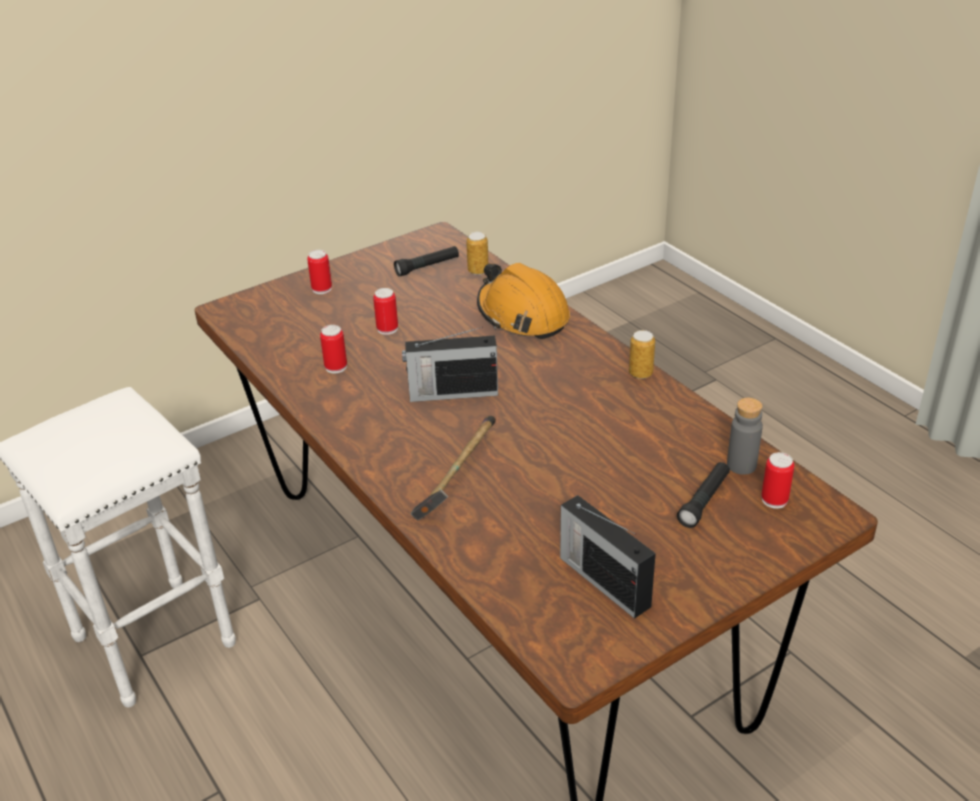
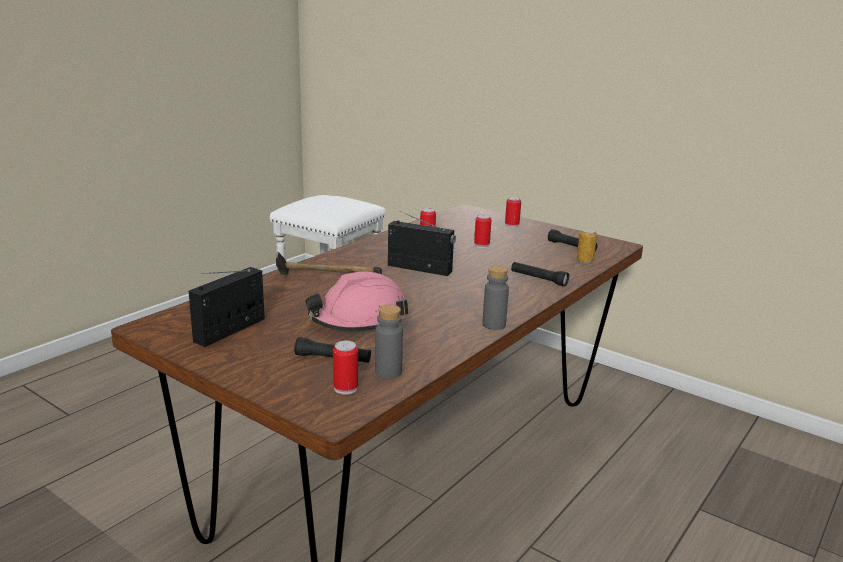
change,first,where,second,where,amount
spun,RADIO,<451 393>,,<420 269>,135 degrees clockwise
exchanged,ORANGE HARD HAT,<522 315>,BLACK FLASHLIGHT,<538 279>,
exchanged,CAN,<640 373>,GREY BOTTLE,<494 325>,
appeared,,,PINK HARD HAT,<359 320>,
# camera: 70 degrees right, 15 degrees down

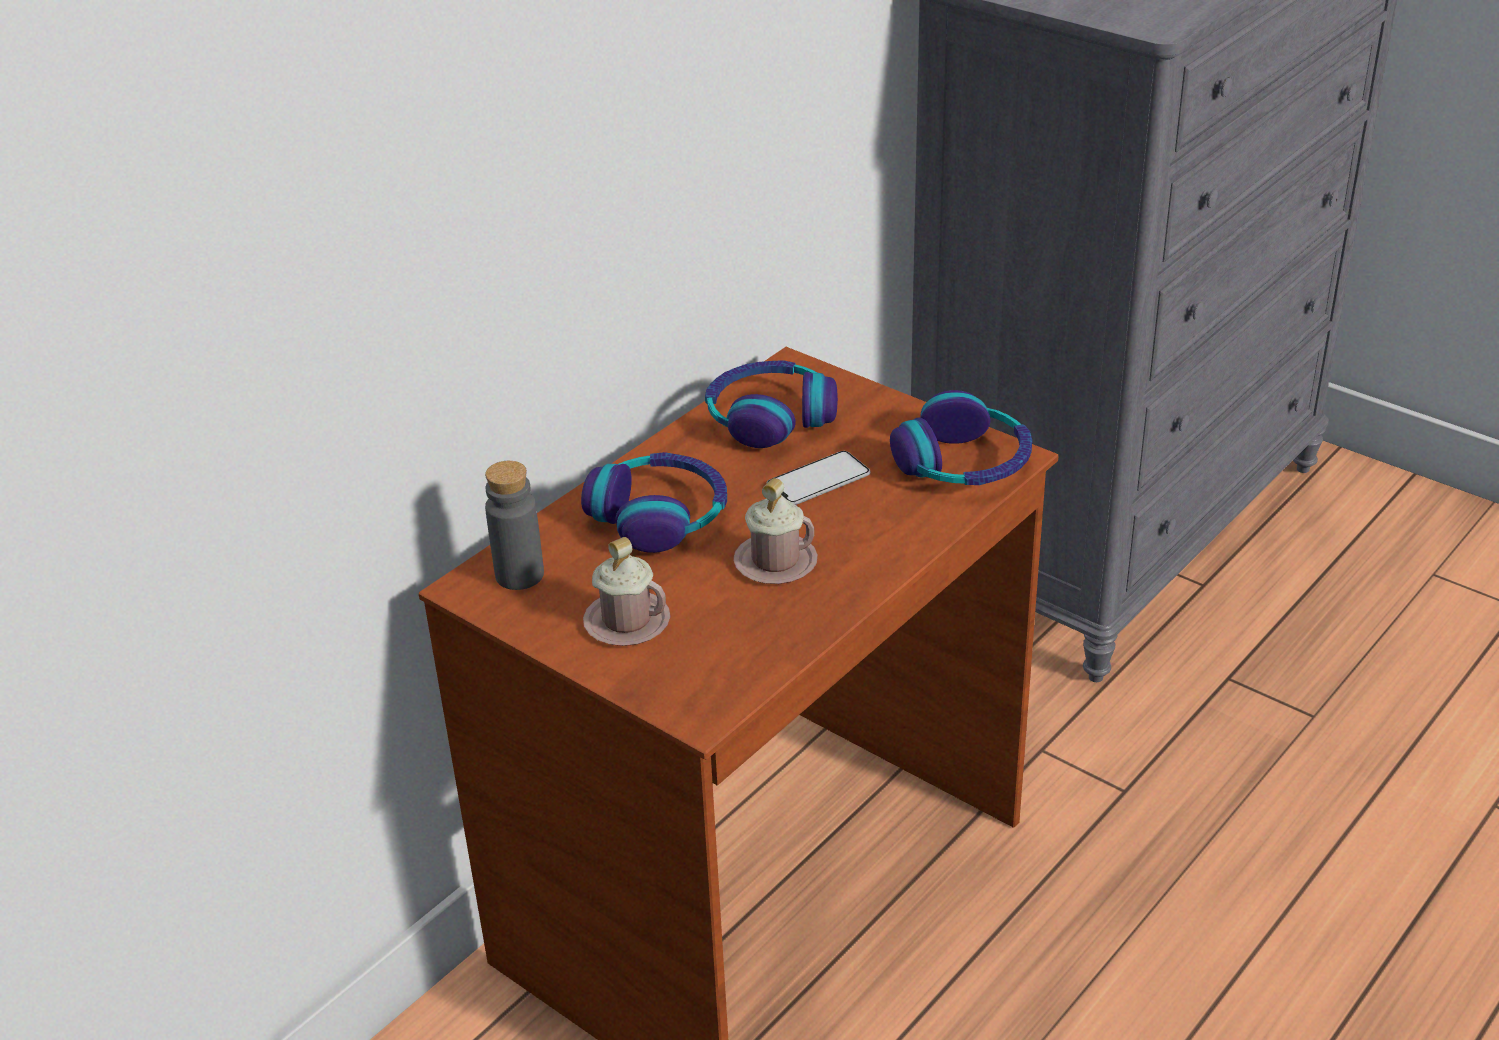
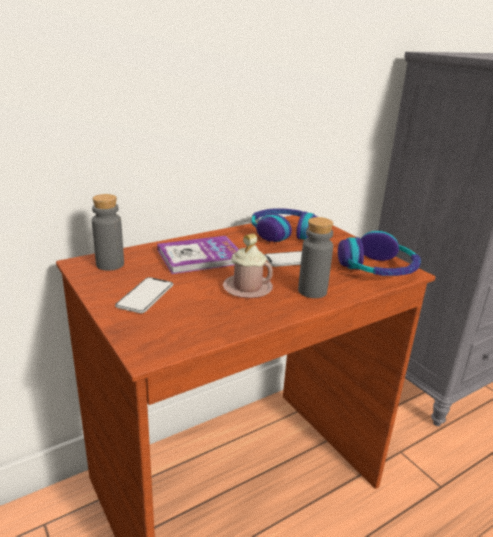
change,first,where,second,where,amount
exchanged,HEADPHONES,<659 516>,BOOK,<200 257>,
exchanged,PINK MUG,<627 622>,PHONE,<145 296>,
appeared,,,GREY BOTTLE,<312 291>,
# camera: 15 degrees right, 10 degrees down

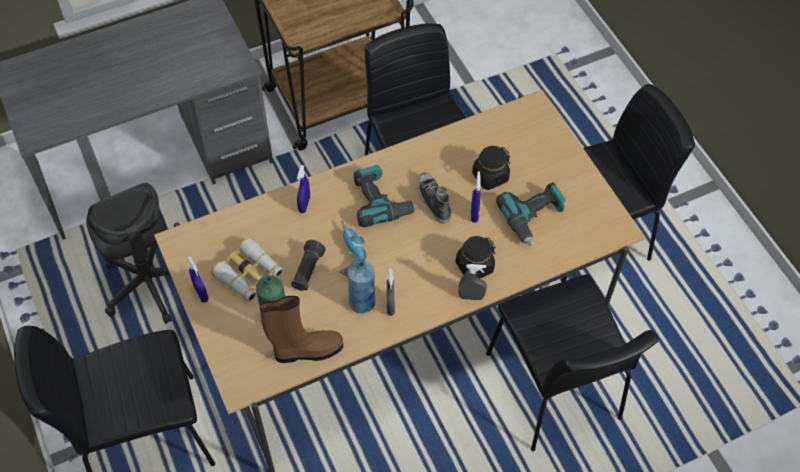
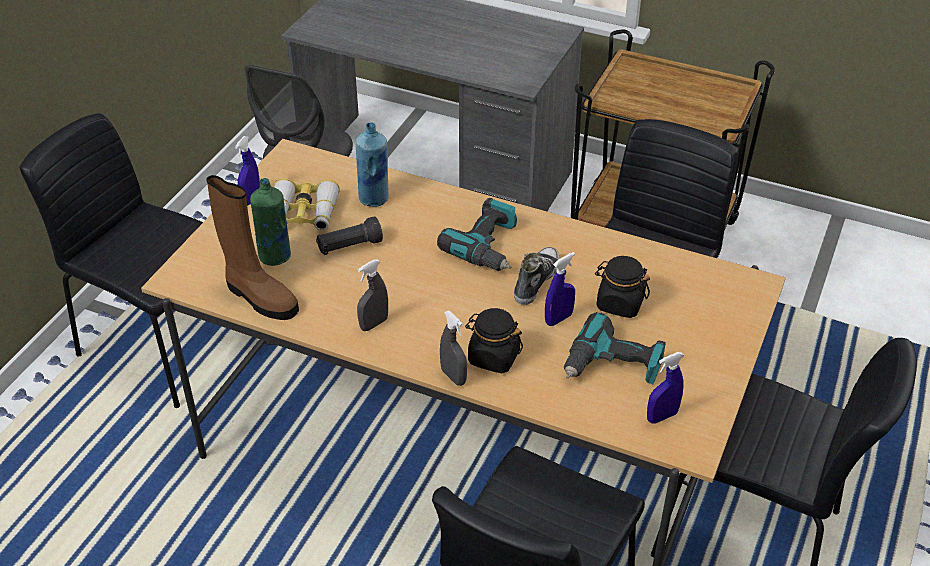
change,first,where,second,where,amount
relocated,BLUE SPRAY BOTTLE,<304 204>,,<662 416>,
missing,POWER DRILL,<348 253>,,,
relocated,BLUE BOTTLE,<362 303>,,<374 199>,
# camera: 50 degrees right, 15 degrees down

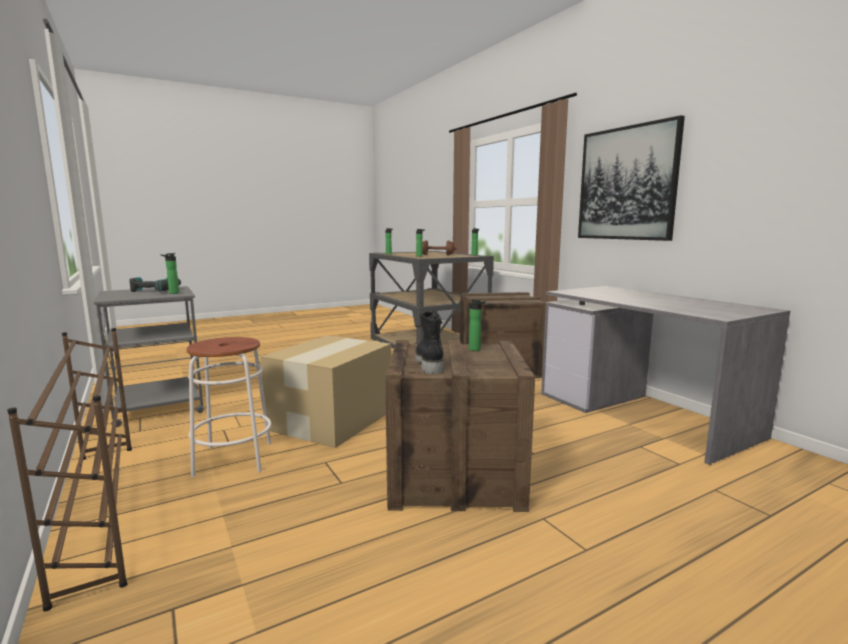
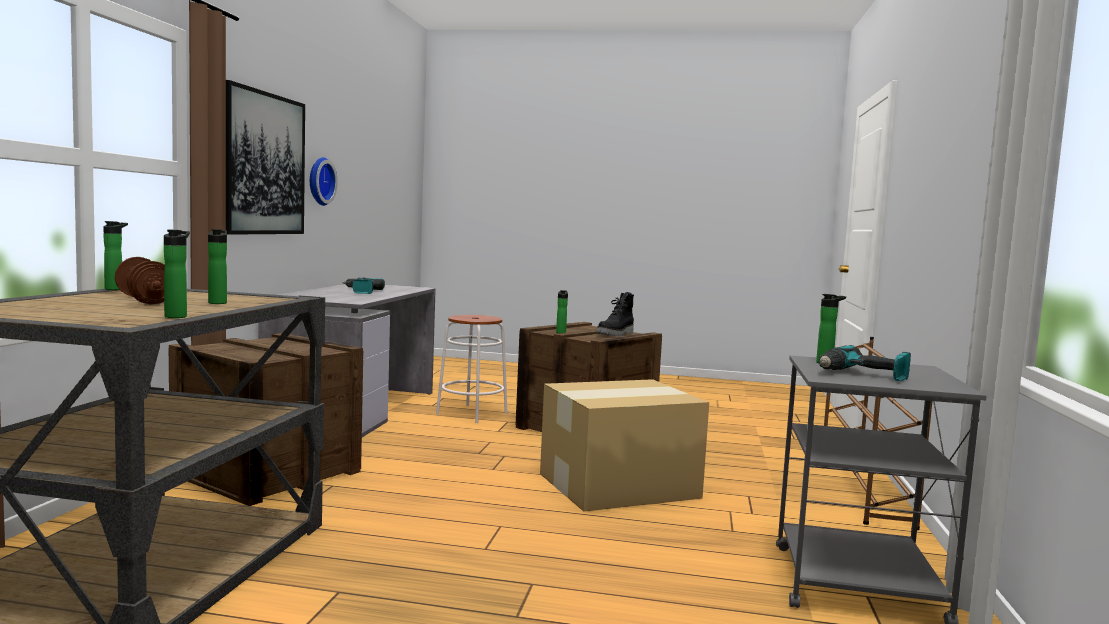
change,first,where,second,where,amount
relocated,WHITE STOOL,<233 458>,,<472 413>,
appeared,,,WALL CLOCK,<319 181>,
appeared,,,POWER DRILL,<361 291>,
# camera: 140 degrees left, 5 degrees down

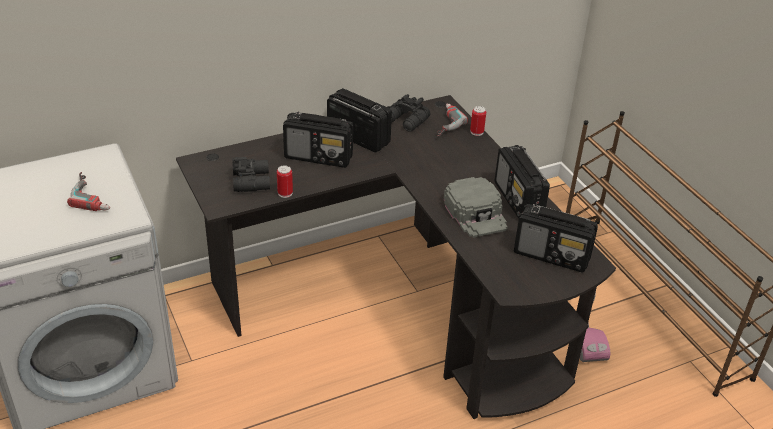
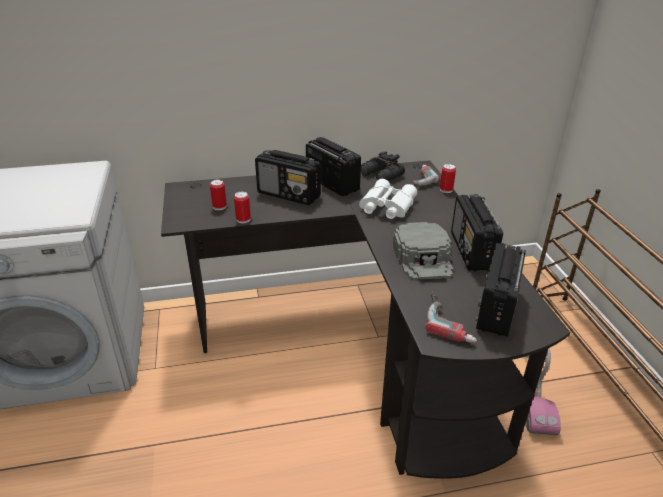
change,first,where,second,where,amount
relocated,POWER DRILL,<94 195>,,<451 321>,
exchanged,BLACK BINOCULARS,<252 180>,CAN,<219 207>,
spun,RADIO,<552 255>,,<496 309>,75 degrees clockwise
appeared,,,WHITE BINOCULARS,<386 206>,
# camera: 15 degrees right, 5 degrees down

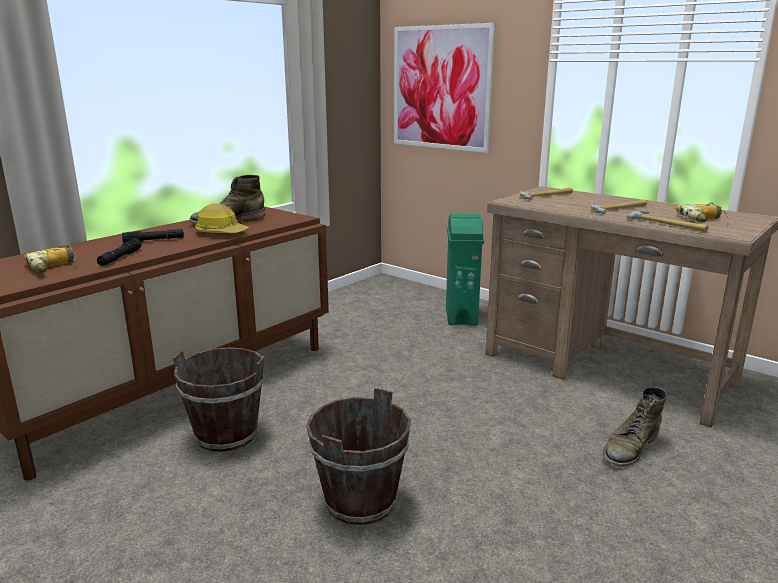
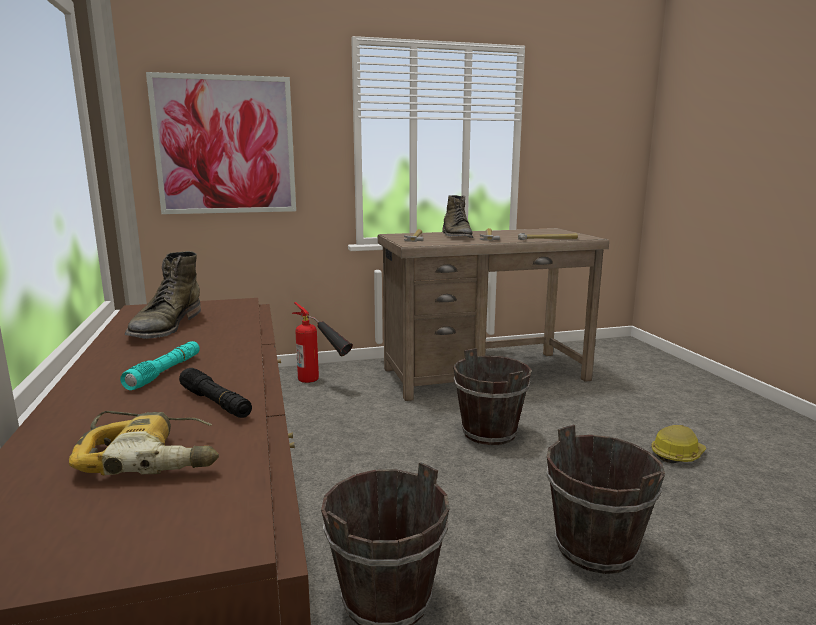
change,first,where,second,where,amount
colour,BLACK FLASHLIGHT,<154 241>,TURQUOISE FLASHLIGHT,<165 372>,
relocated,HARD HAT,<221 233>,,<677 454>,
exchanged,GREEN TRASH CAN,<461 316>,FIRE EXTINGUISHER,<322 383>,
relocated,GREEN BOOT,<630 447>,,<456 236>,
missing,POWER DRILL,<702 219>,,,
appeared,,,BROWN BUCKET,<490 432>,
# camera: 55 degrees left, 5 degrees down

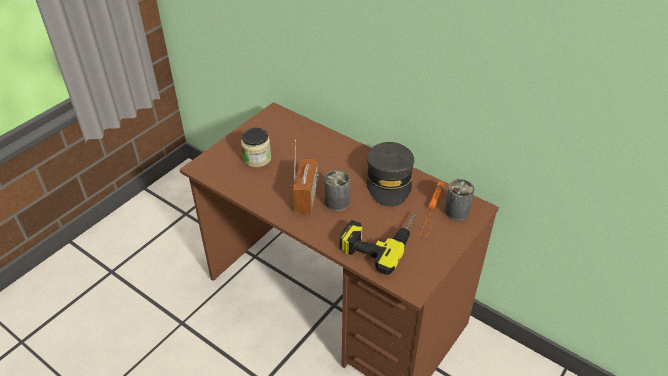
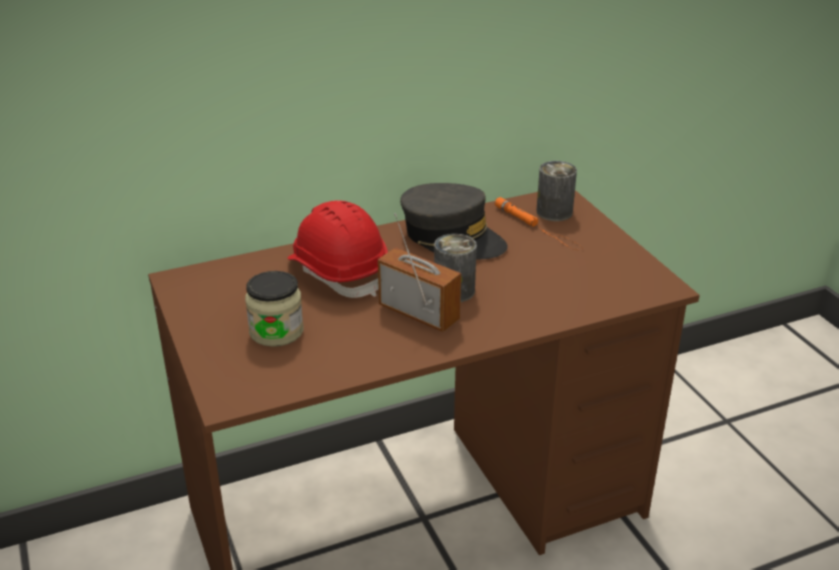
change,first,where,second,where,amount
missing,POWER DRILL,<379 238>,,,
appeared,,,RED HARD HAT,<338 272>,
# camera: 60 degrees left, 10 degrees down

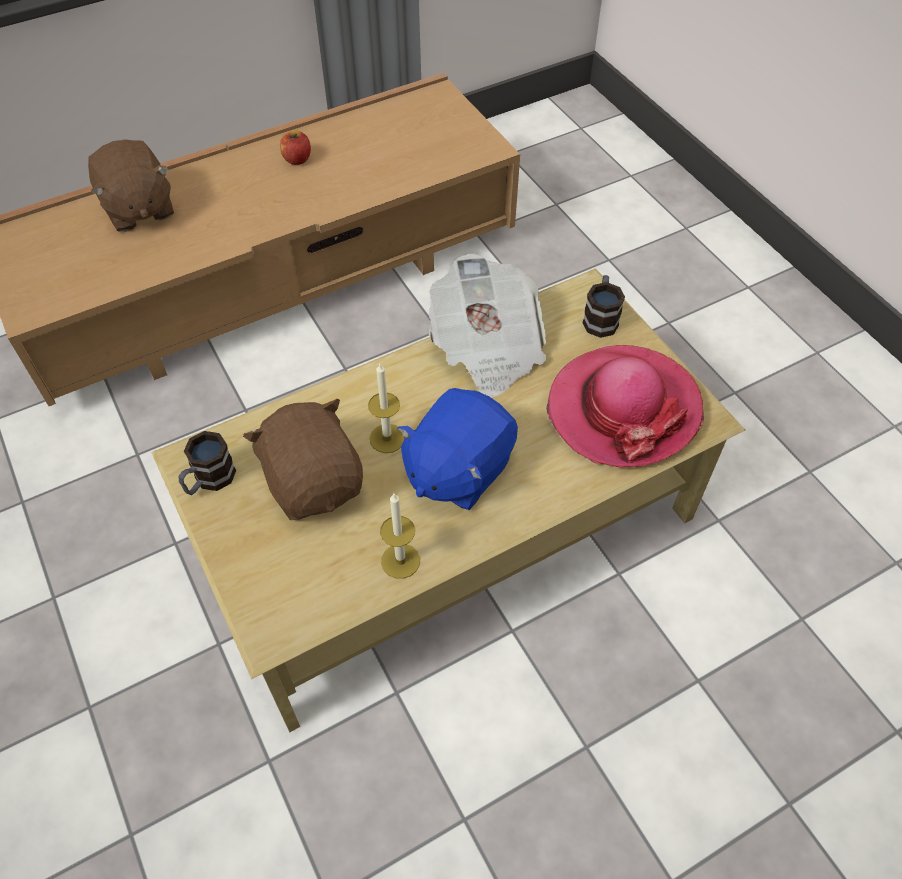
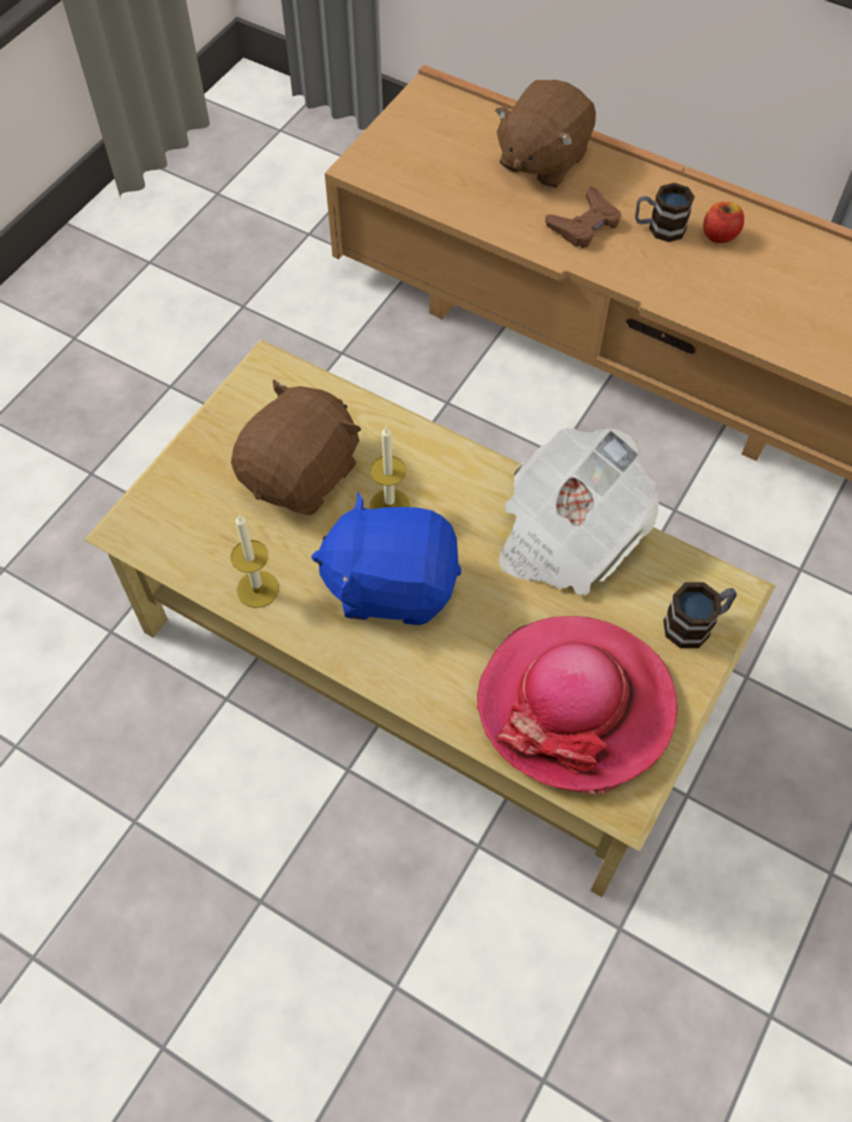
change,first,where,second,where,amount
relocated,MUG,<209 480>,,<659 228>,
appeared,,,BROWN GAME CONTROLLER,<584 224>,
# camera: 60 degrees right, 5 degrees up

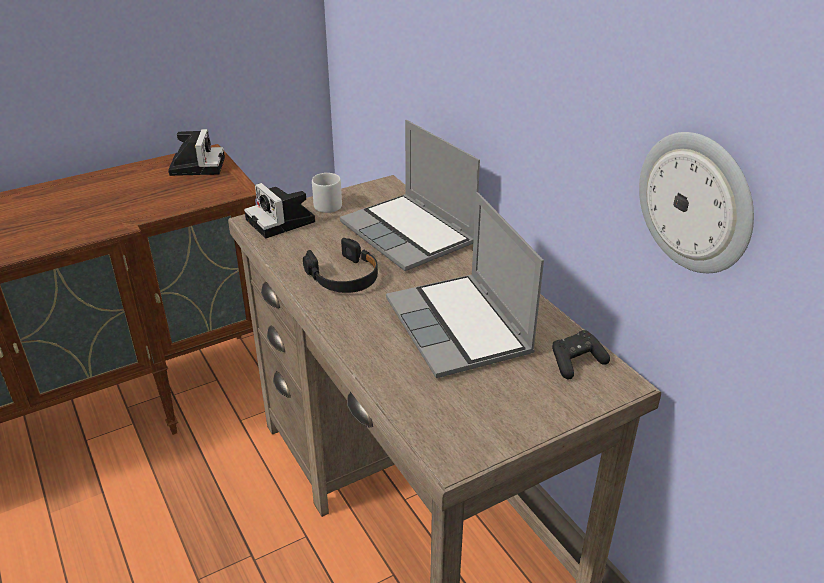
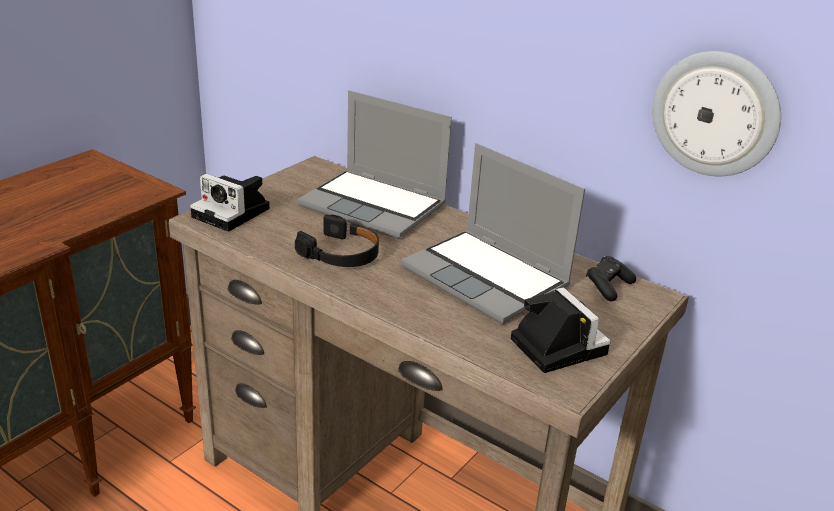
change,first,where,second,where,amount
relocated,PHOTO CAMERA,<197 165>,,<555 345>,
missing,GREY MUG,<328 204>,,,
# camera: 25 degrees left, 5 degrees down

